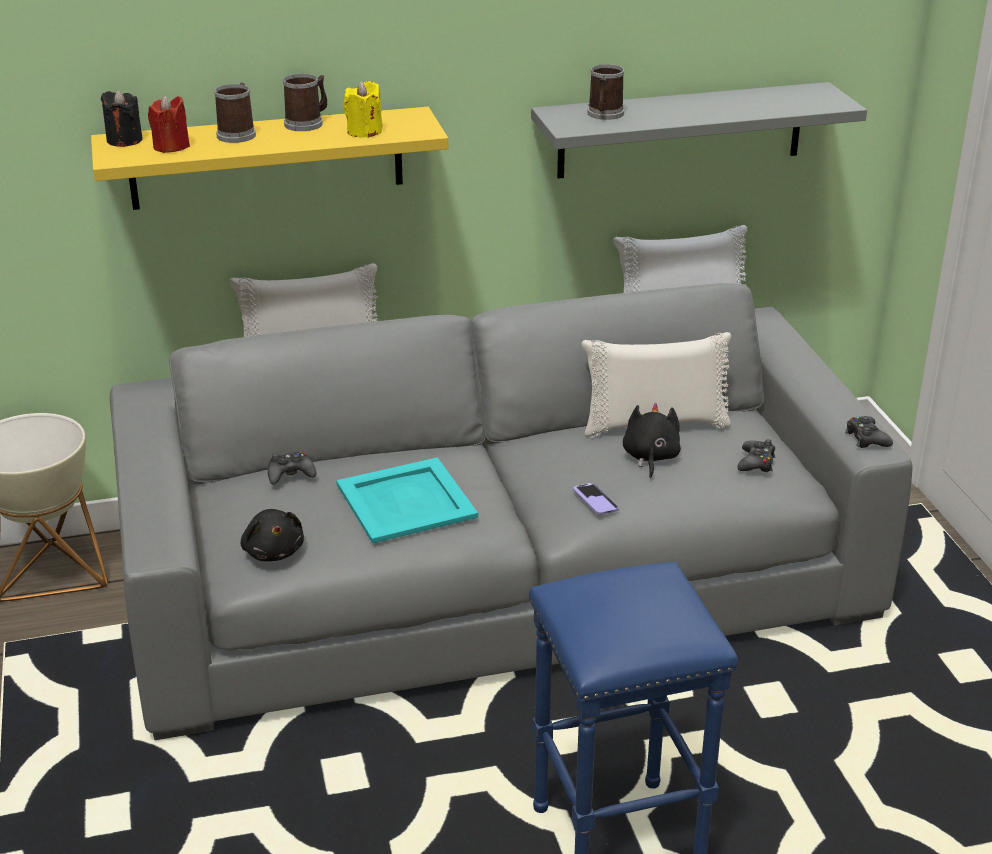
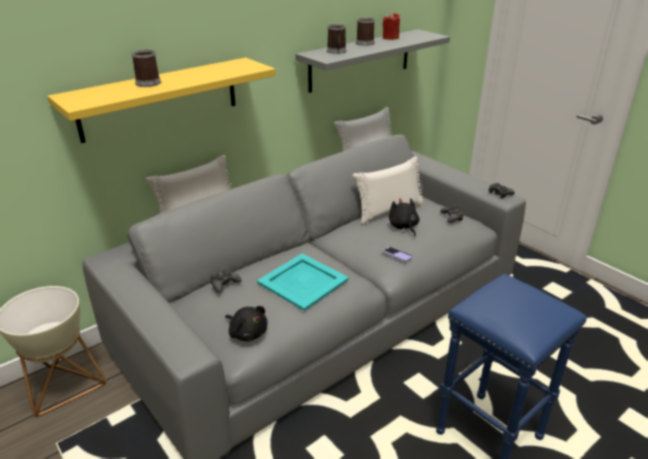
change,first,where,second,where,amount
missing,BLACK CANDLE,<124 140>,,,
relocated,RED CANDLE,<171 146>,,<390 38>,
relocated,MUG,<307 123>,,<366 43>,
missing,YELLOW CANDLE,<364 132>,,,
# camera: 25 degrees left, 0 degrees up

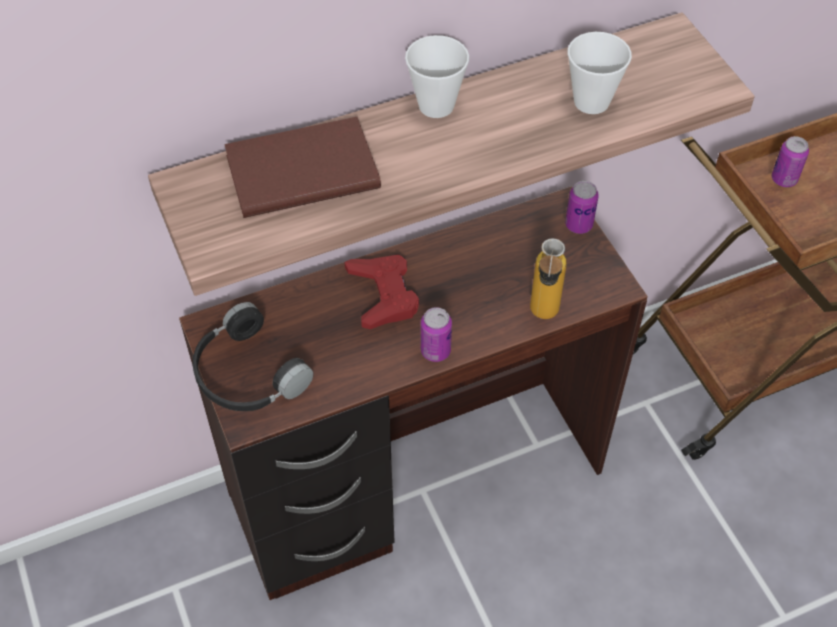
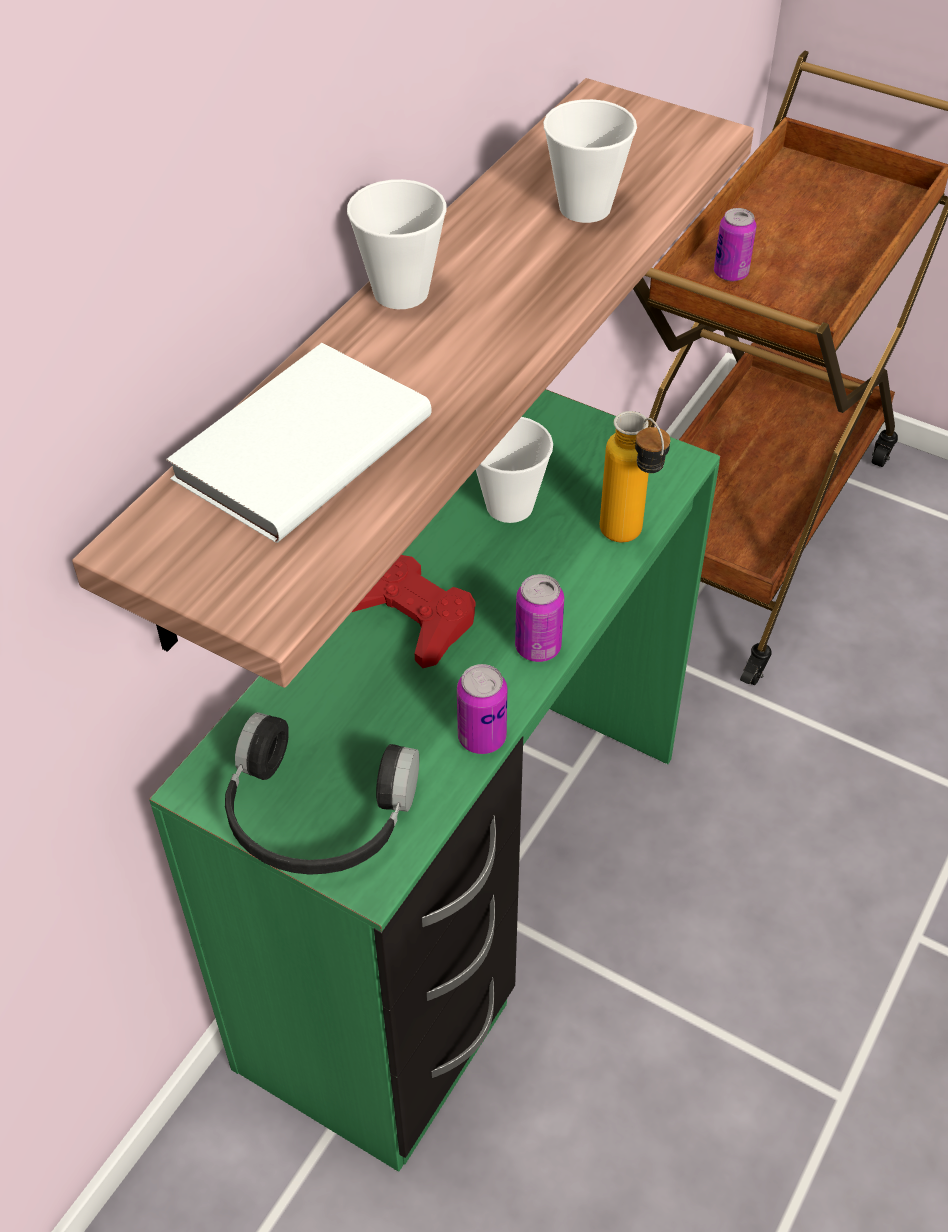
change,first,where,second,where,amount
colour,BROWN DESK,<418 485>,GREEN DESK,<473 904>,
colour,BROWN BOOK,<300 170>,WHITE BOOK,<296 447>,
relocated,CAN,<578 225>,,<482 737>,
appeared,,,CUP,<509 506>,
# camera: 35 degrees left, 5 degrees down

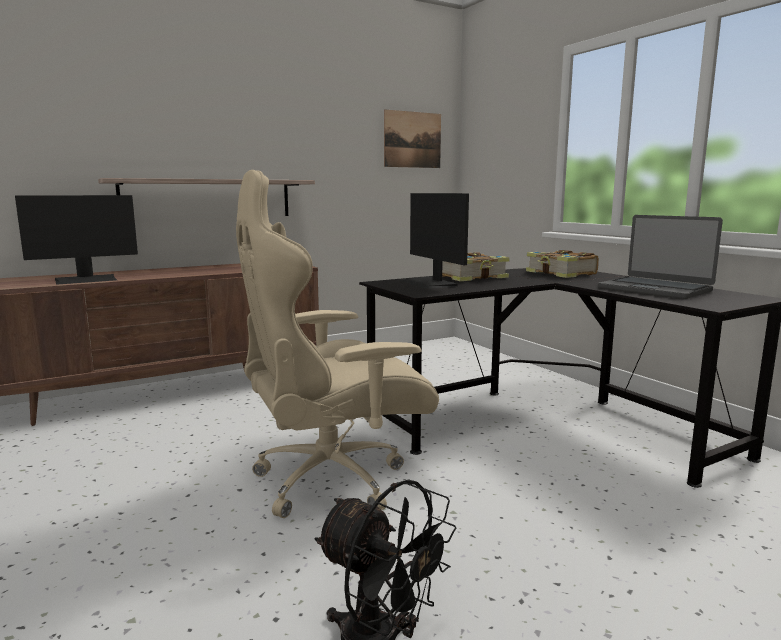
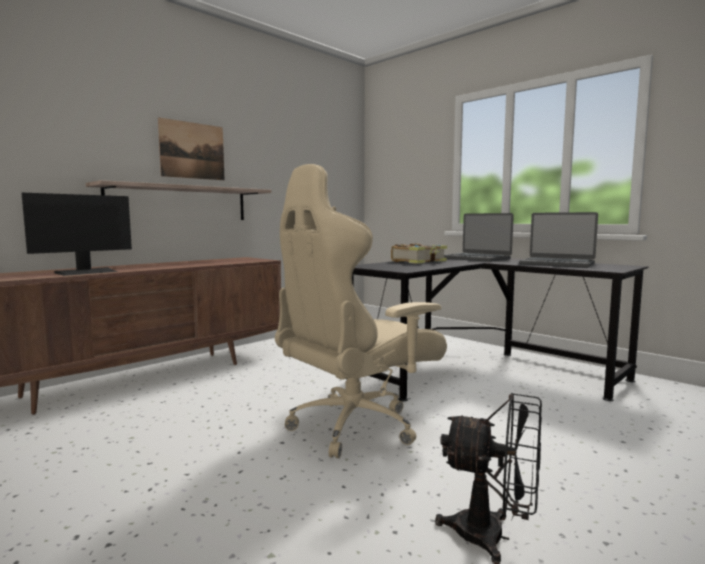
change,first,where,second,where,amount
relocated,PICTURE,<412 139>,,<192 150>,
missing,MONITOR,<429 283>,,,
exchanged,BOOK,<561 274>,LAPTOP,<476 258>,
# camera: 15 degrees left, 5 degrees down

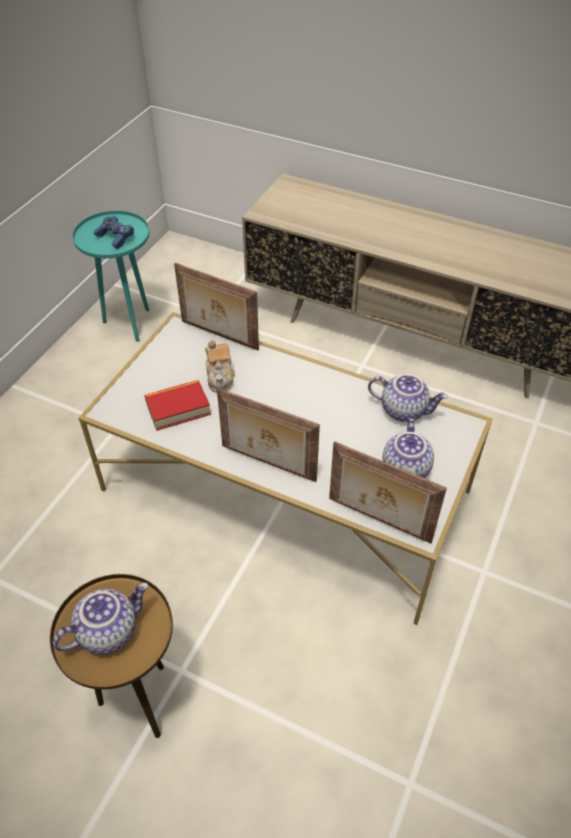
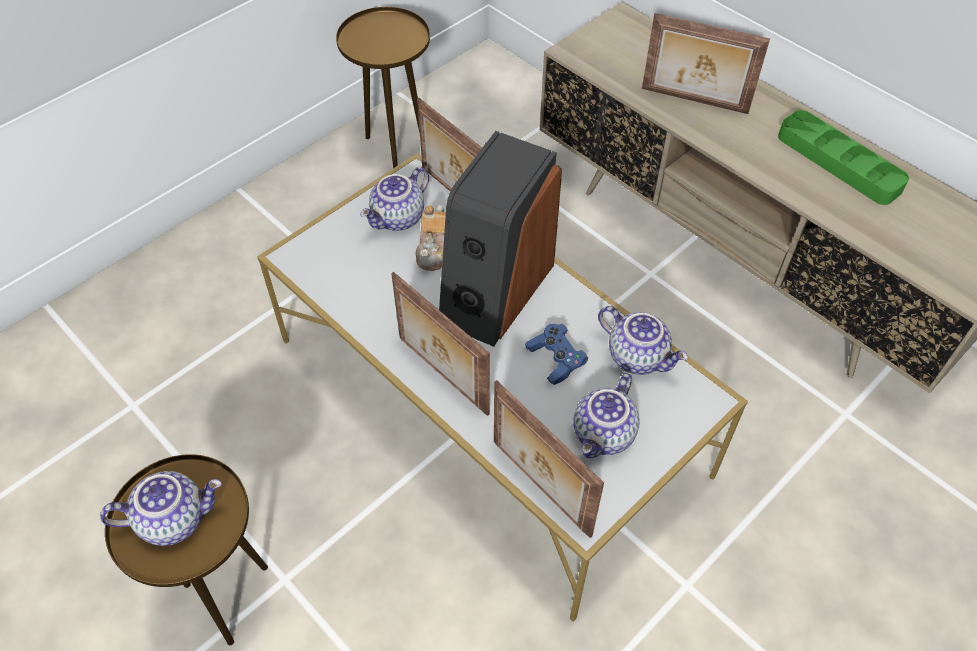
change,first,where,second,where,amount
colour,TURQUOISE SIDE TABLE,<129 323>,BROWN SIDE TABLE,<395 147>,
relocated,BLUE GAME CONTROLLER,<115 238>,,<556 359>,
missing,BOOK,<178 409>,,,
appeared,,,TEAPOT,<398 219>,
appeared,,,SPEAKER,<495 290>,
appeared,,,PICTURE FRAME,<694 101>,
appeared,,,GREEN TRAY,<838 162>,
# camera: 20 degrees right, 5 degrees up

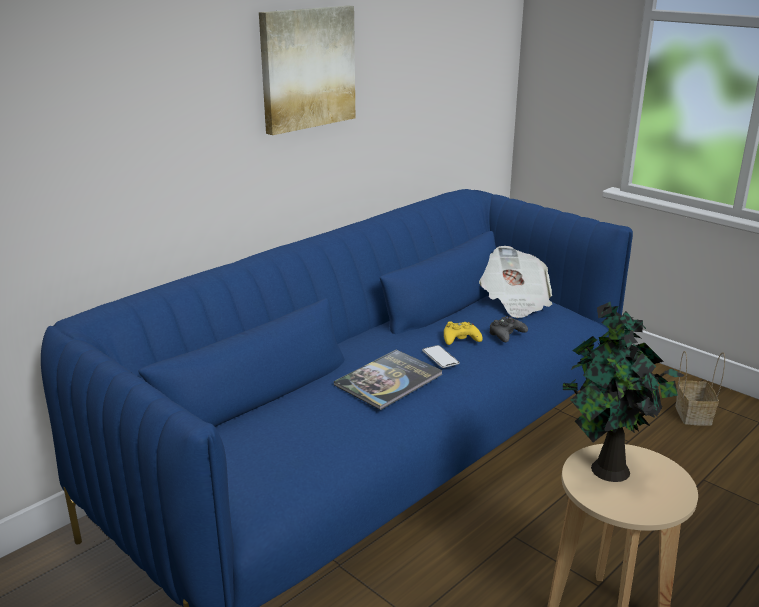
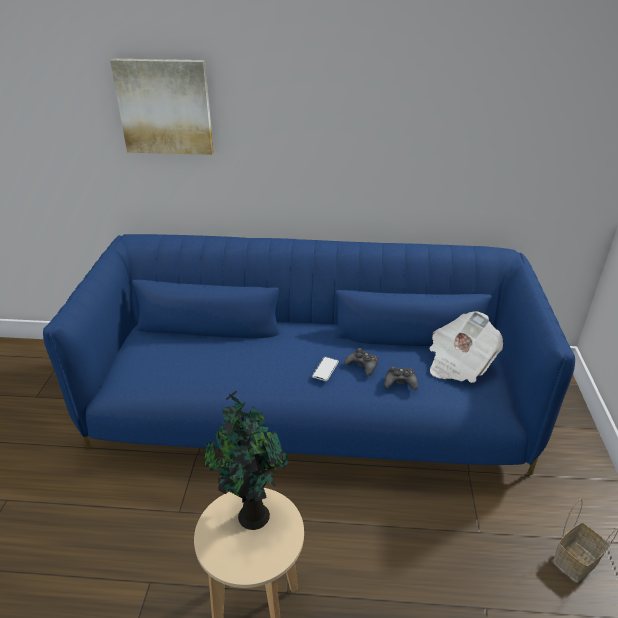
change,first,where,second,where,amount
relocated,PICTURE,<307 68>,,<165 107>,
missing,BOOK,<388 380>,,,
colour,YELLOW GAME CONTROLLER,<460 339>,BLACK GAME CONTROLLER,<362 365>,
# camera: 50 degrees right, 10 degrees up

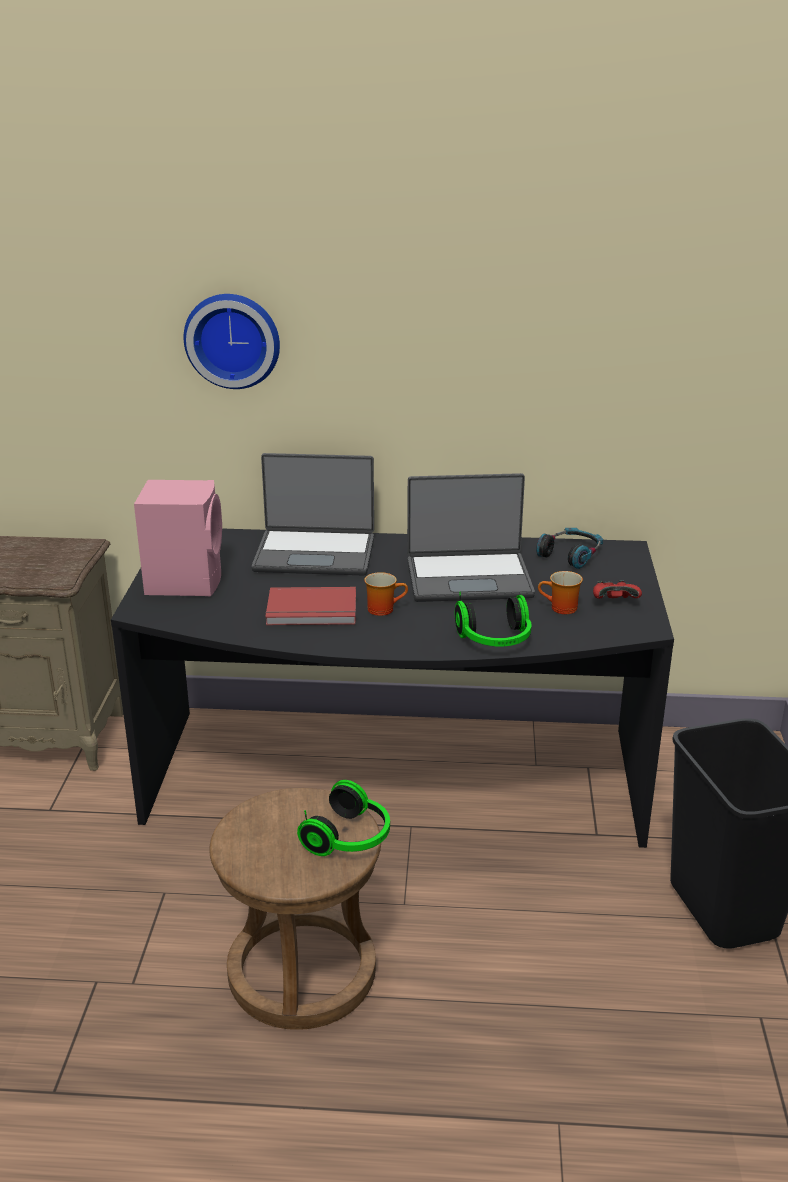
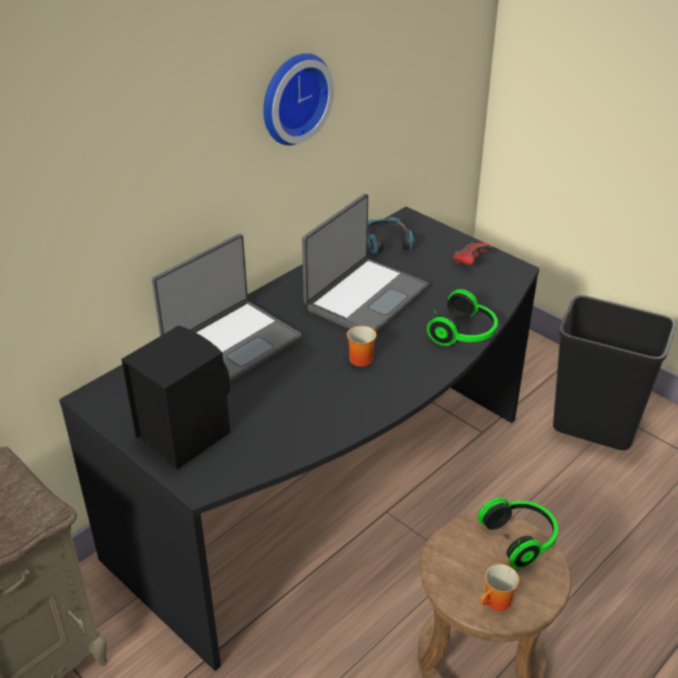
change,first,where,second,where,amount
colour,PINK SPEAKER,<185 581>,BLACK SPEAKER,<182 434>,
relocated,WALL CLOCK,<233 339>,,<292 97>,
missing,RED BOOK,<312 611>,,,
relocated,MUG,<560 609>,,<497 603>,
# camera: 50 degrees left, 10 degrees up

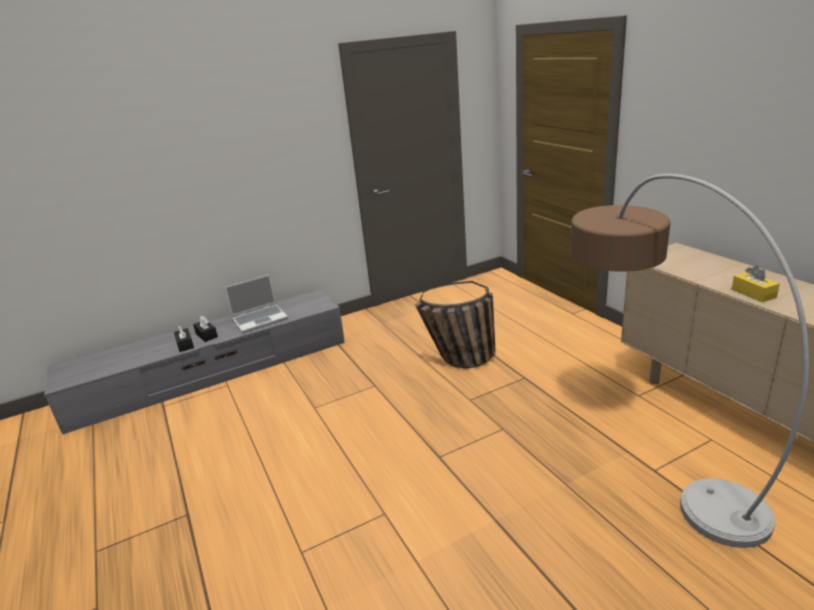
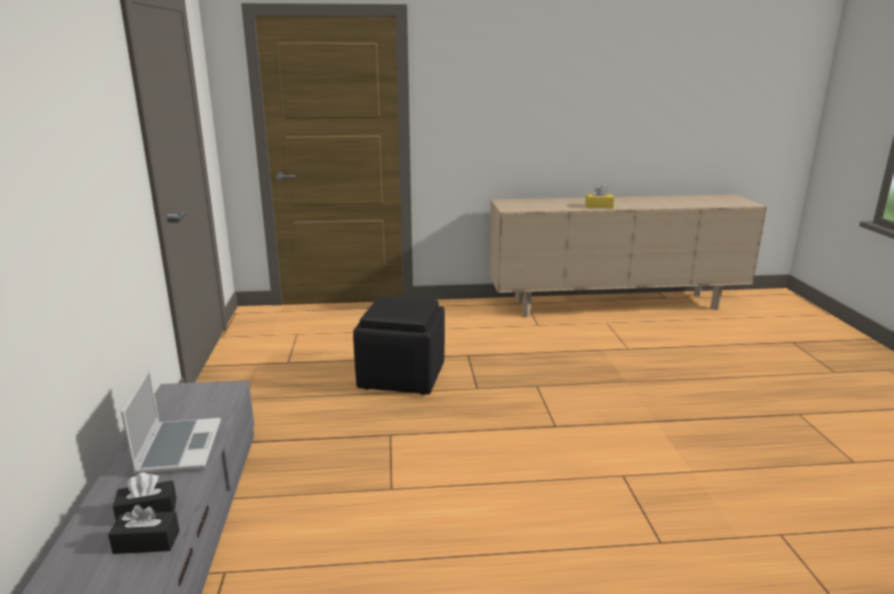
change,first,where,second,where,amount
exchanged,BASKET,<459 361>,BLACK OTTOMAN,<401 376>,
missing,FLOOR LAMP,<647 446>,,,
# camera: 70 degrees left, 5 degrees down

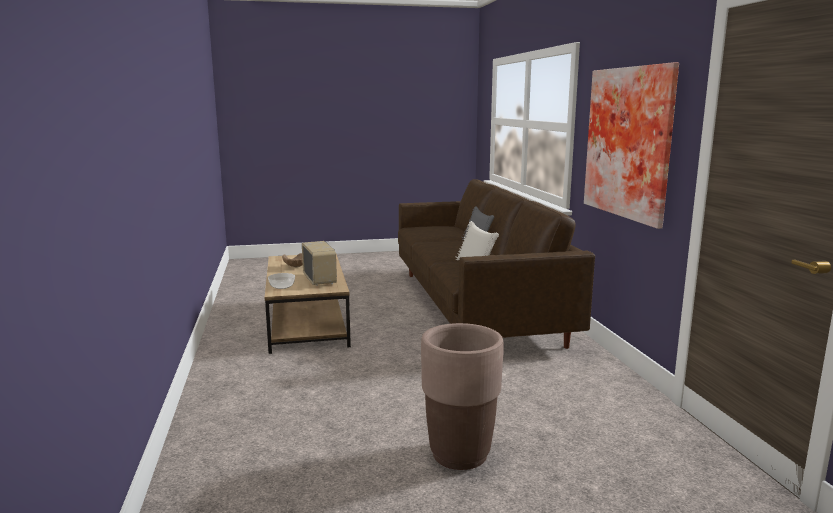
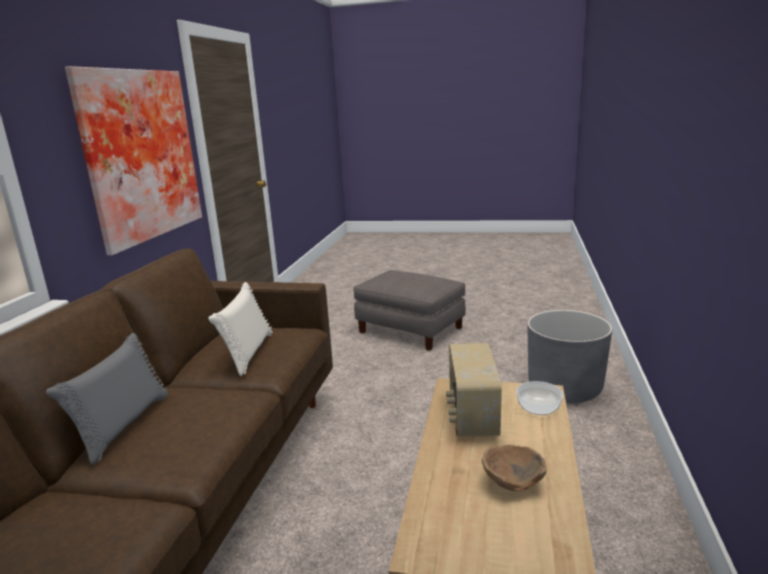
change,first,where,second,where,amount
exchanged,BROWN PLANTER,<459 455>,GREY OTTOMAN,<411 330>,
appeared,,,GREY PLANTER,<564 388>,
# camera: 155 degrees left, 5 degrees up

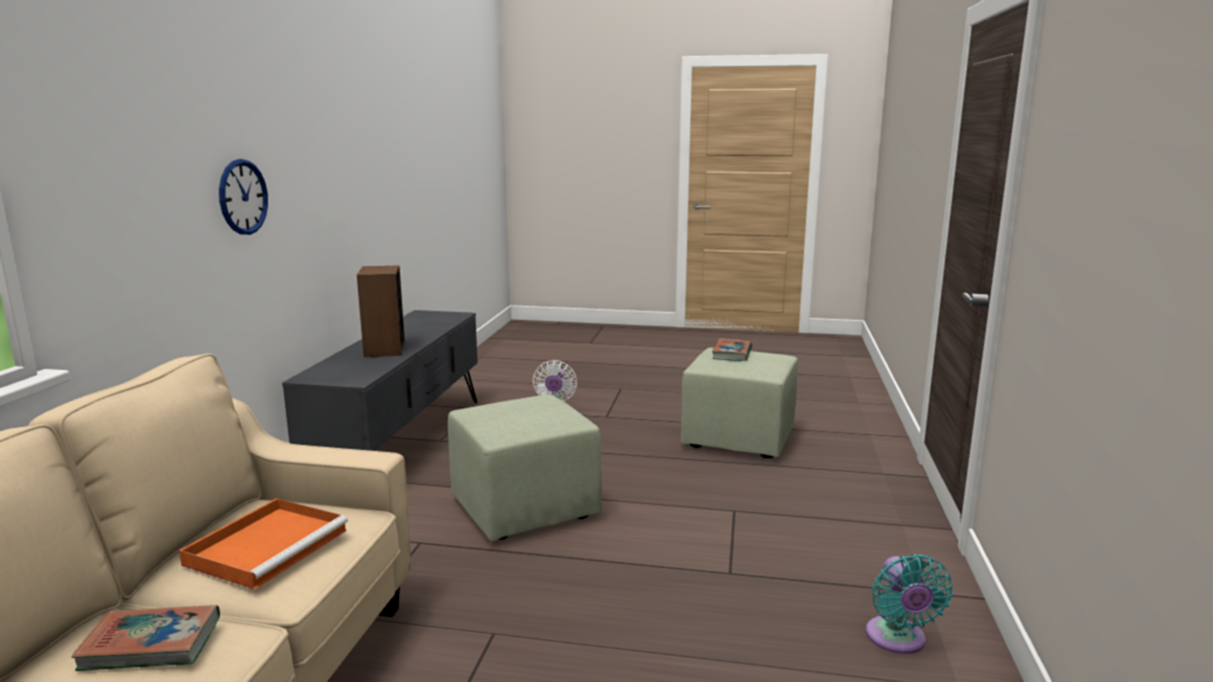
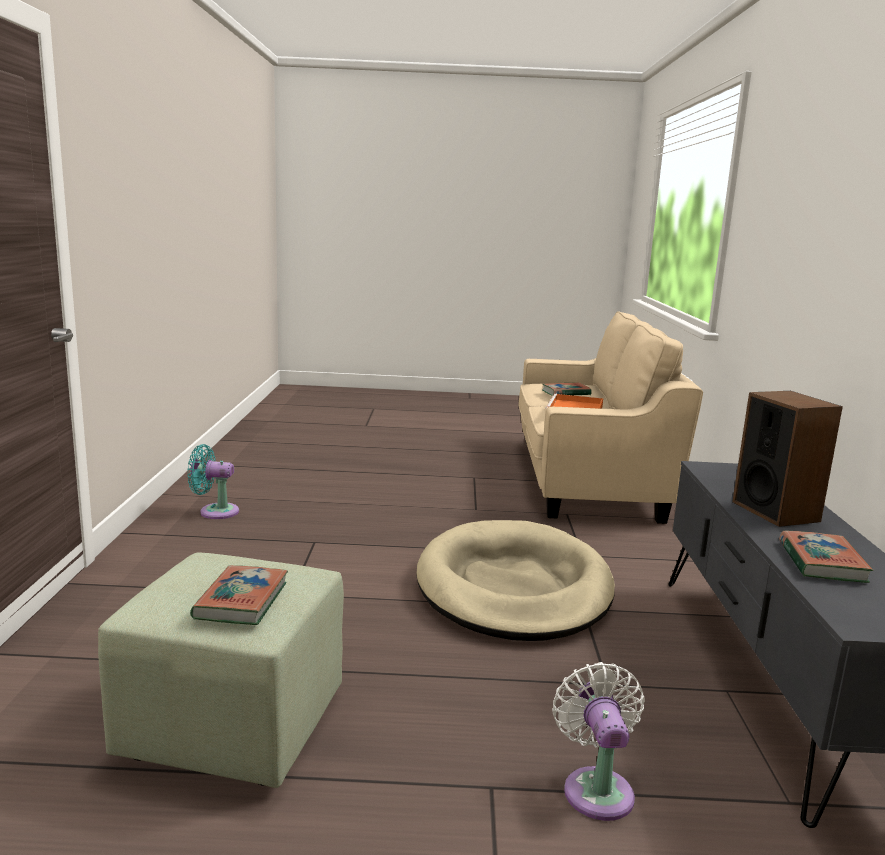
change,first,where,second,where,amount
missing,WALL CLOCK,<243 197>,,,
exchanged,GREEN OTTOMAN,<526 508>,BEIGE DOG BED,<513 587>,
spun,TURQUOISE FAN,<897 640>,,<215 511>,75 degrees counterclockwise
appeared,,,BOOK,<821 562>,
# camera: 170 degrees right, 0 degrees up

